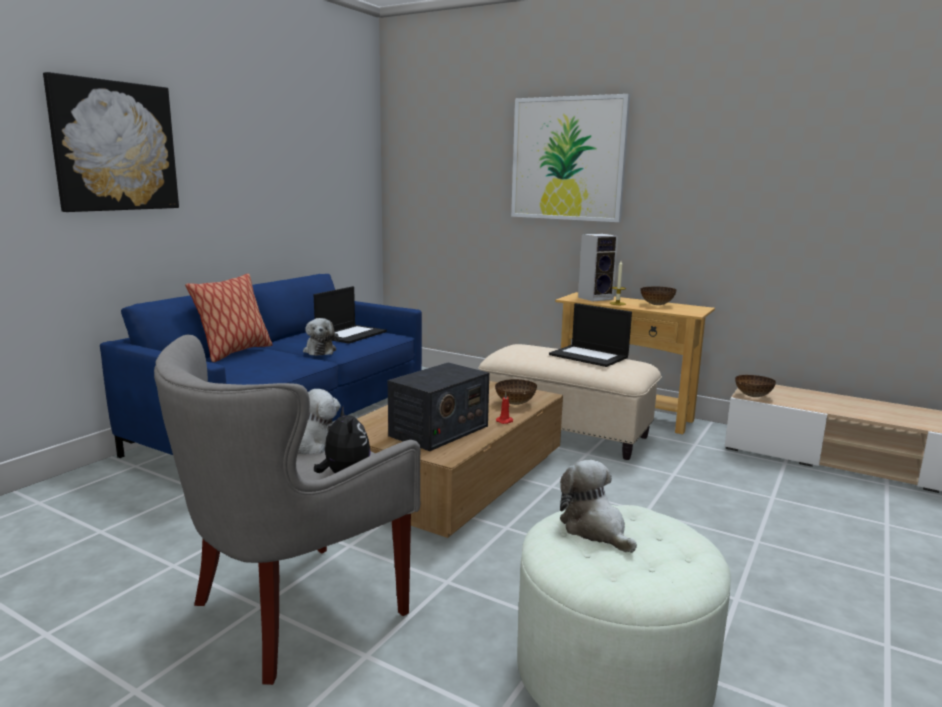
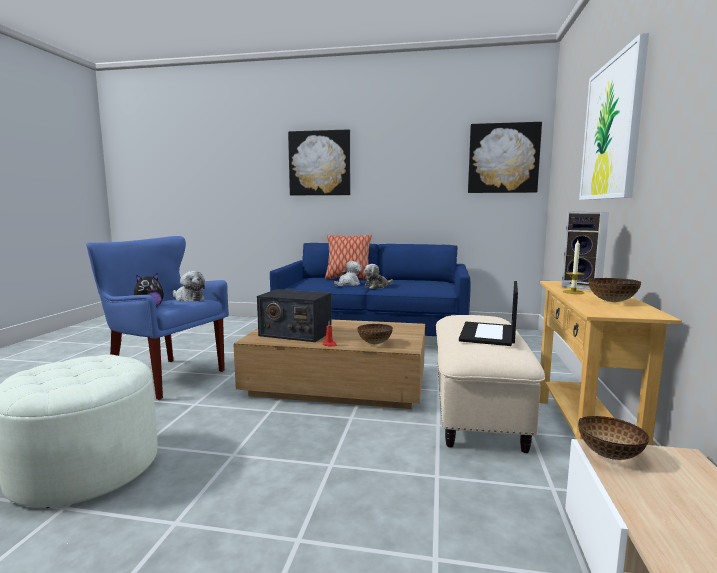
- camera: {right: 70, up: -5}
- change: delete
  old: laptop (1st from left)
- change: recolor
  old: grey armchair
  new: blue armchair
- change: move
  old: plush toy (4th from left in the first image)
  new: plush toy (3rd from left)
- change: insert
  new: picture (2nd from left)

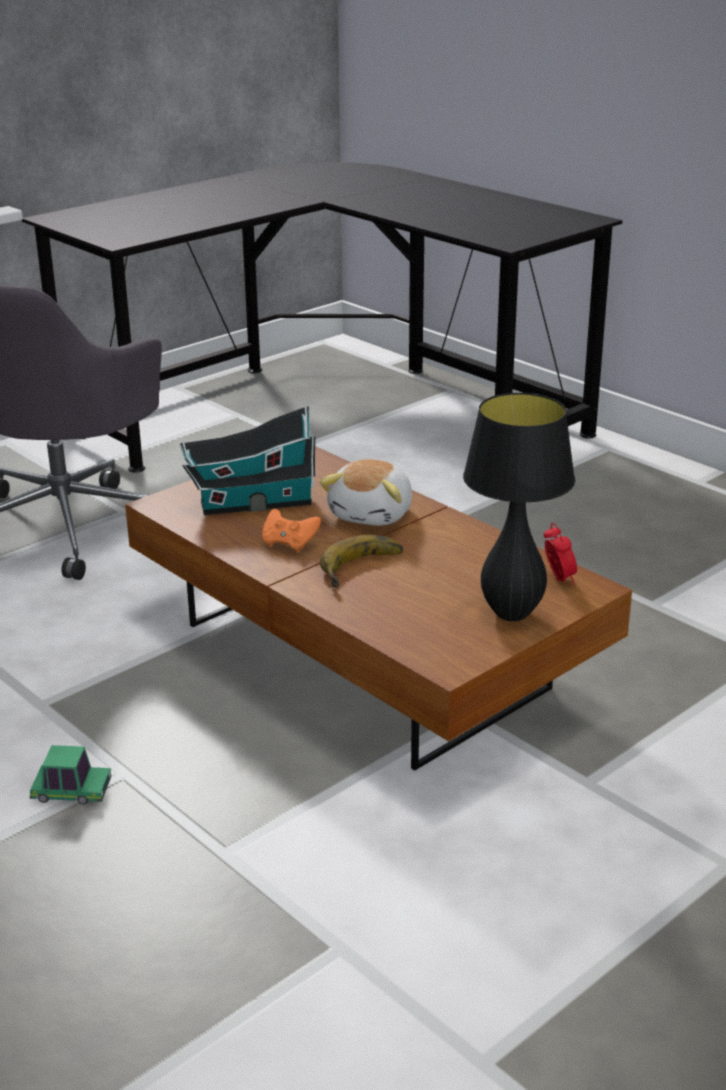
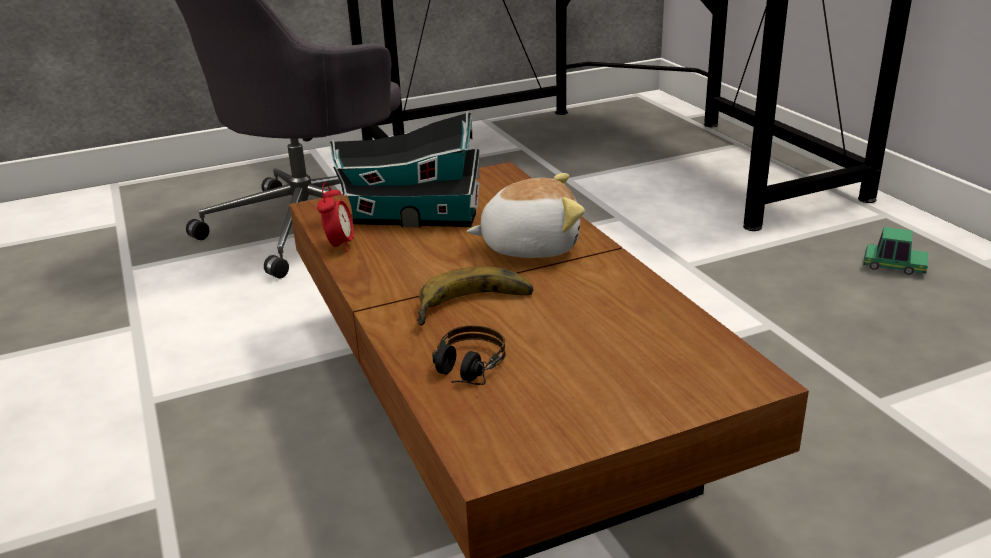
- camera: {right: 20, up: 0}
- change: delete
  old: black table lamp
- change: rotate
  old: plush toy
  degrees: -135
- change: delete
  old: orange game controller
- change: move
  old: alarm clock
- change: move
  old: toy car
- change: insert
  new: headphones

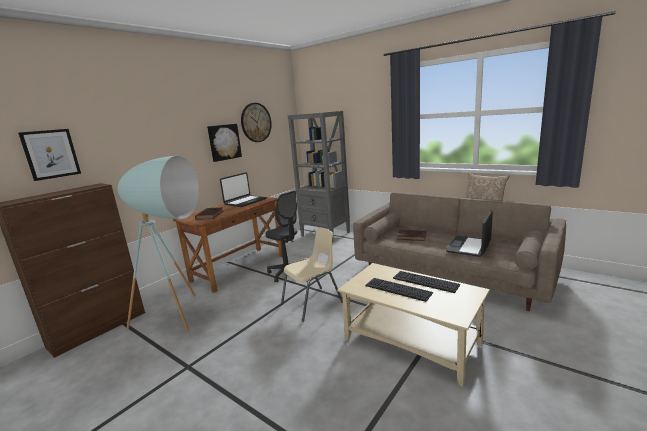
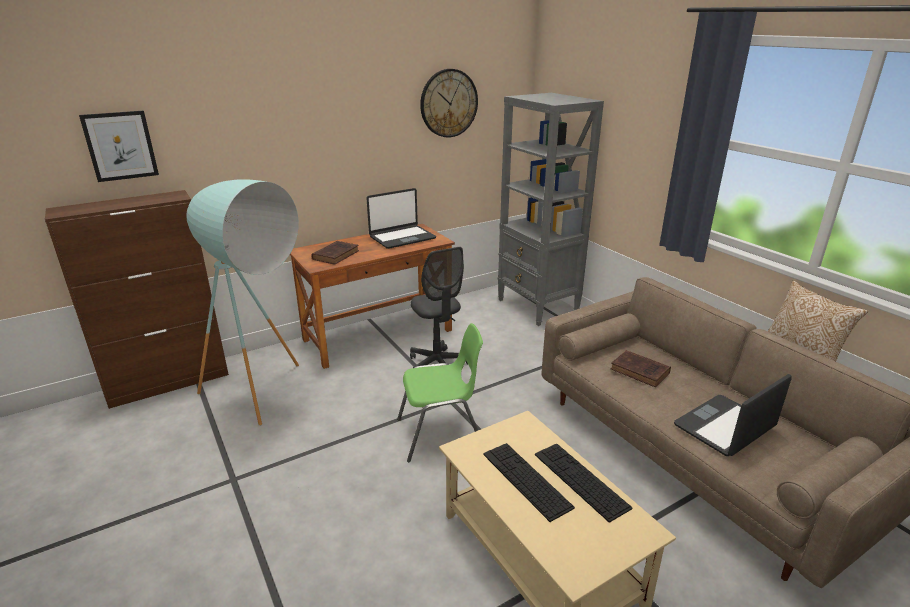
- camera: {right: 20, up: 10}
- change: delete
  old: picture (2nd from left)
- change: recolor
  old: beige chair
  new: green chair

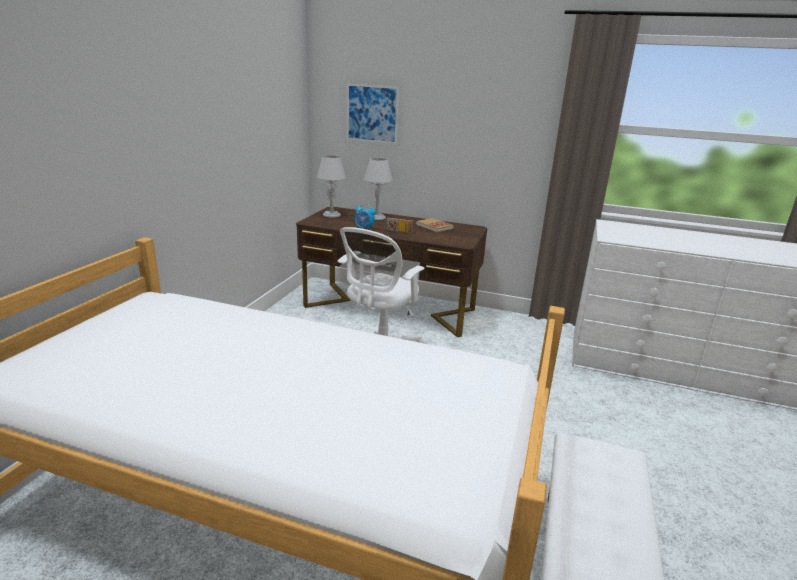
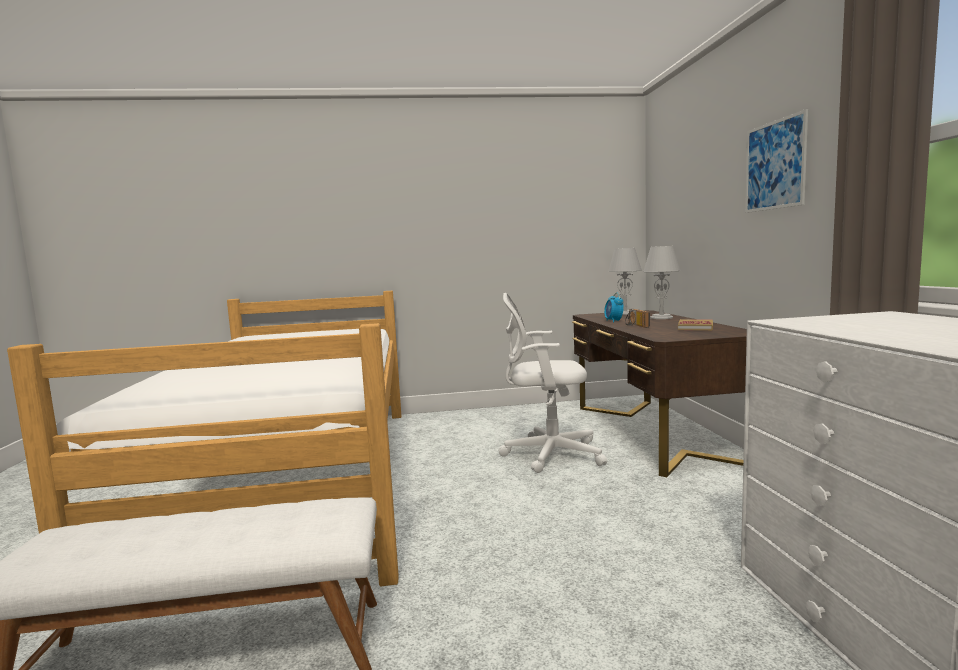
- camera: {right: 65, up: -15}
- change: move
  old: picture

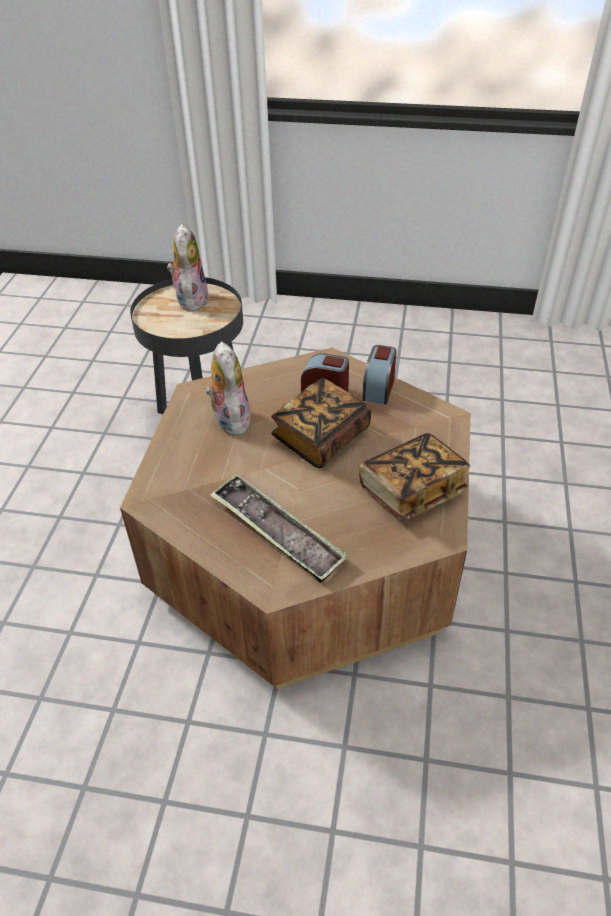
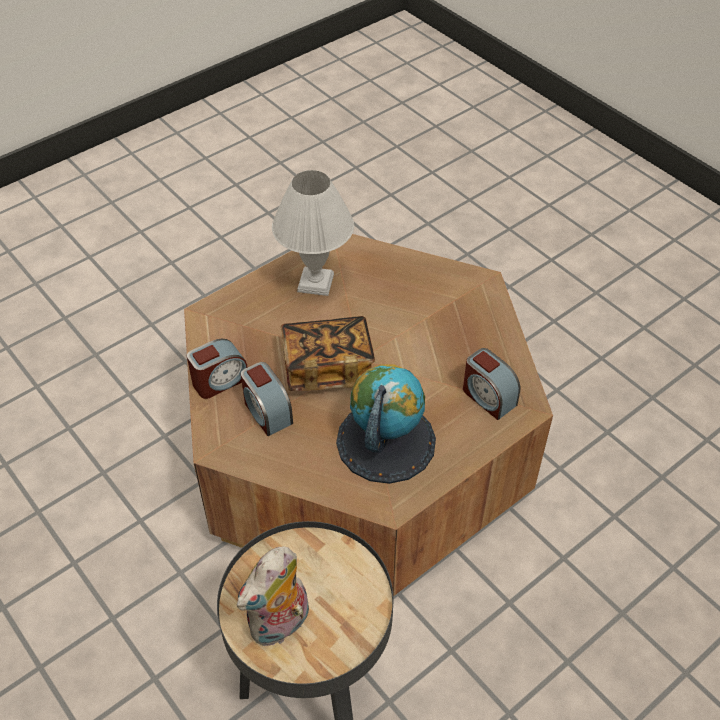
- camera: {right: -140, up: 5}
- change: replace
  old: plush toy (2nd from left)
  new: globe
- change: replace
  old: book (2nd from left)
  new: white table lamp
- change: delete
  old: tray
- change: insert
  new: alarm clock (3rd from left)

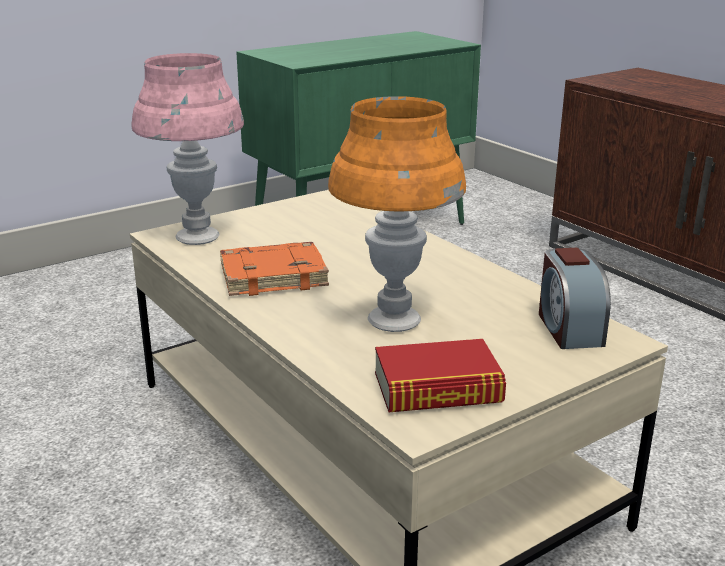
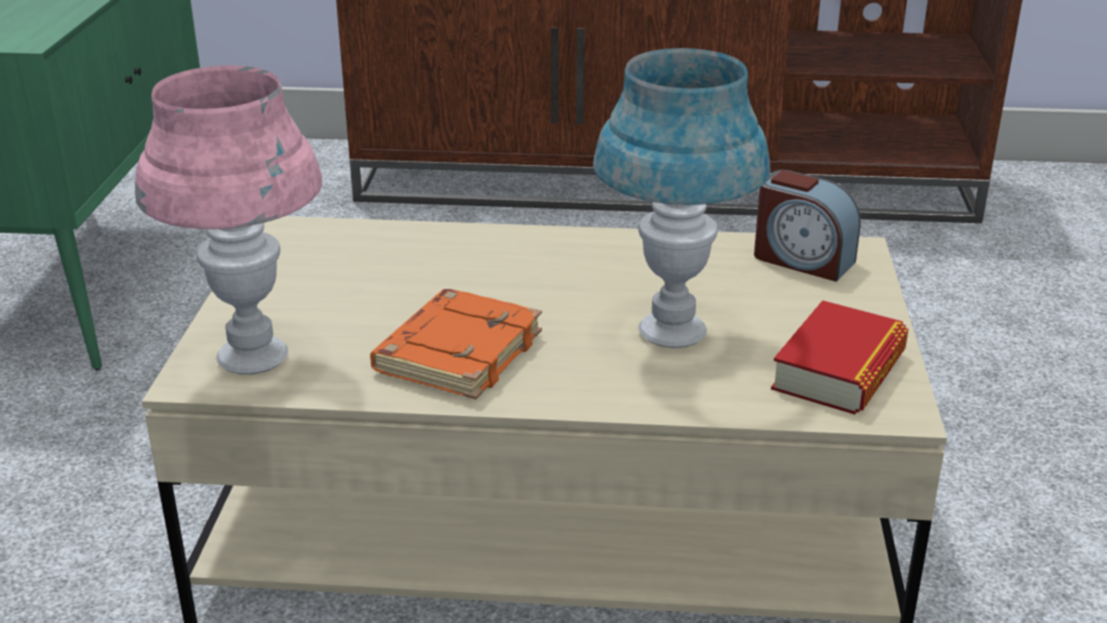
- camera: {right: -50, up: 5}
- change: recolor
  old: orange table lamp
  new: blue table lamp

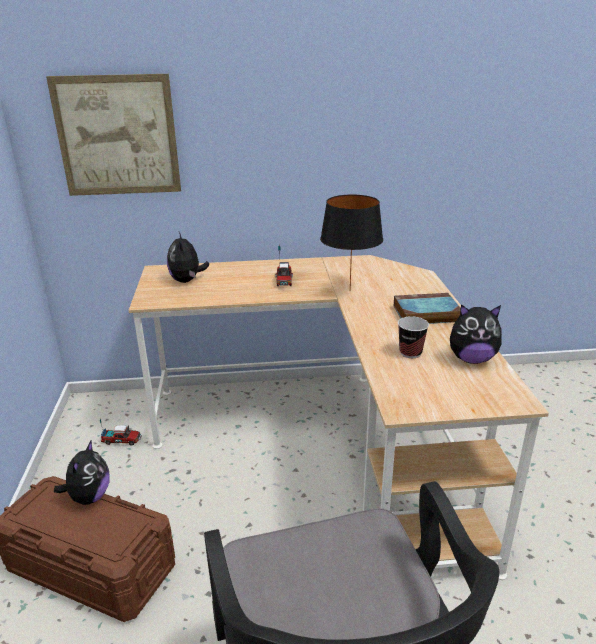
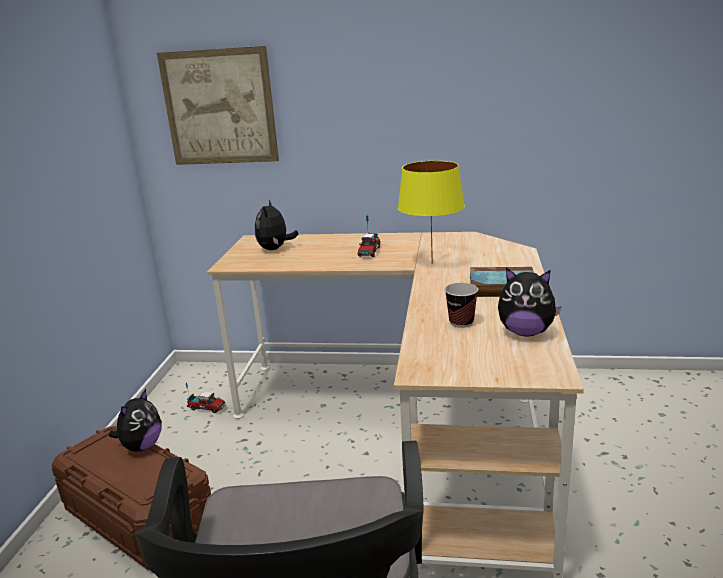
- camera: {right: 15, up: -5}
- change: recolor
  old: black table lamp
  new: yellow table lamp

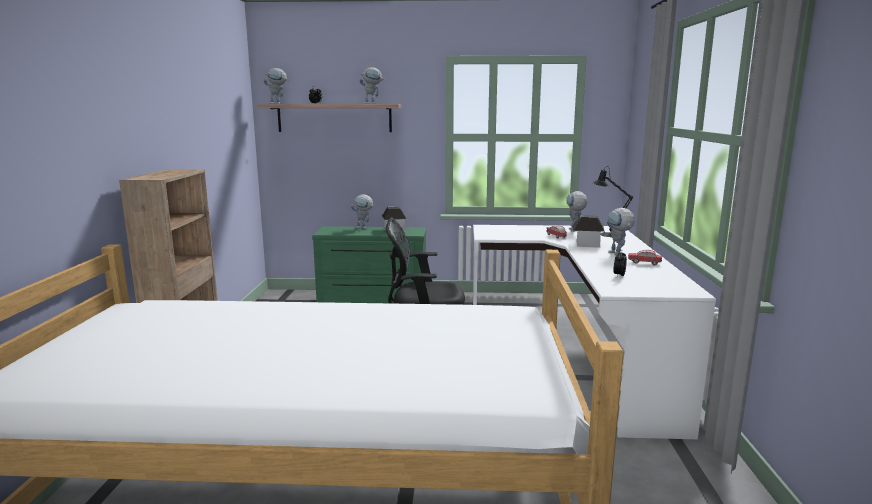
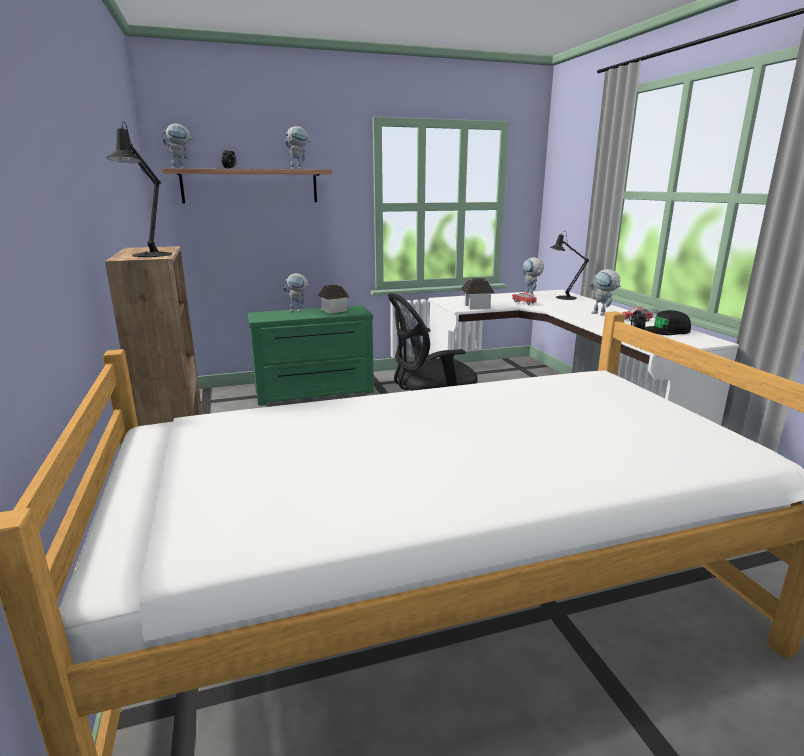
- camera: {right: -20, up: 5}
- change: move
  old: toy house (2nd from left)
- change: insert
  new: black table lamp (1st from left)
- change: insert
  new: black cap

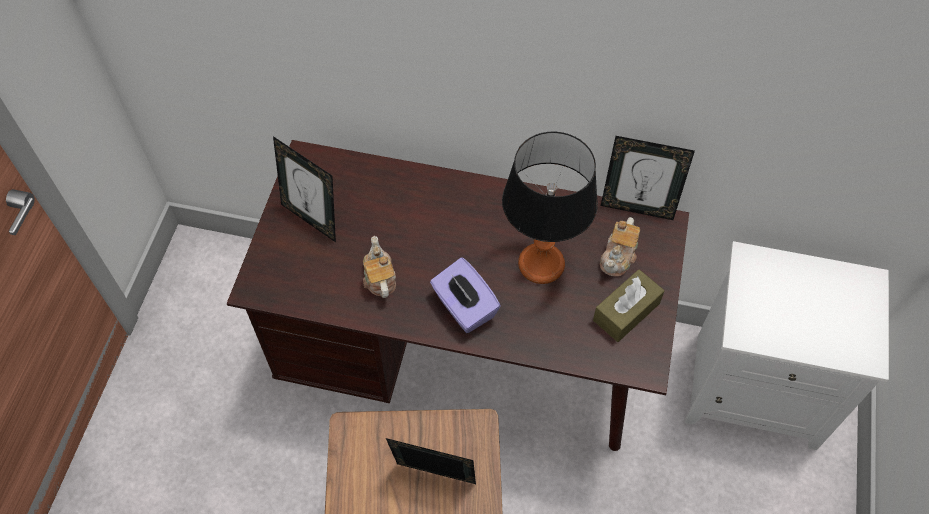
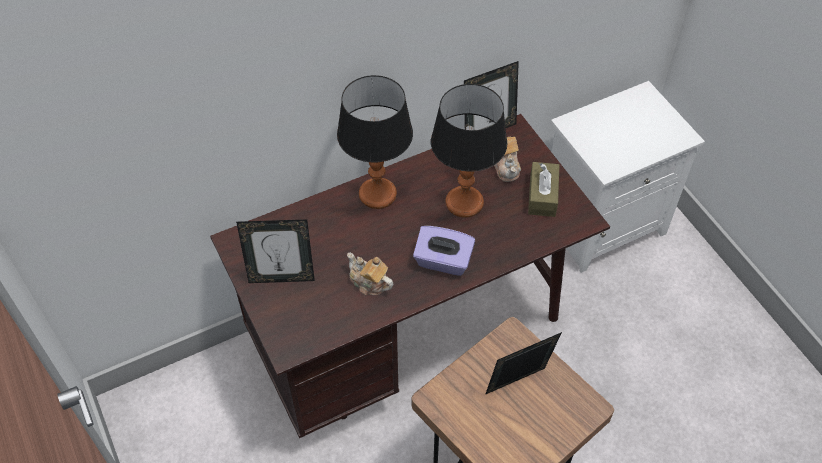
- camera: {right: -40, up: -5}
- change: insert
  new: table lamp (1st from left)

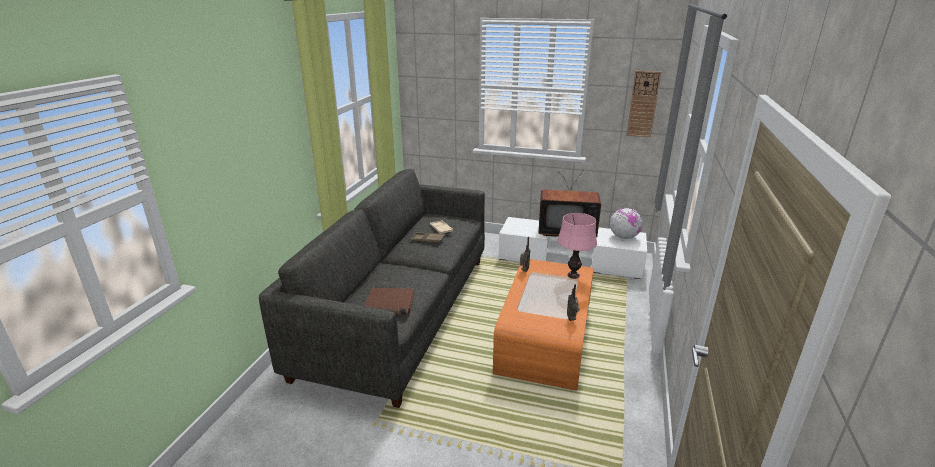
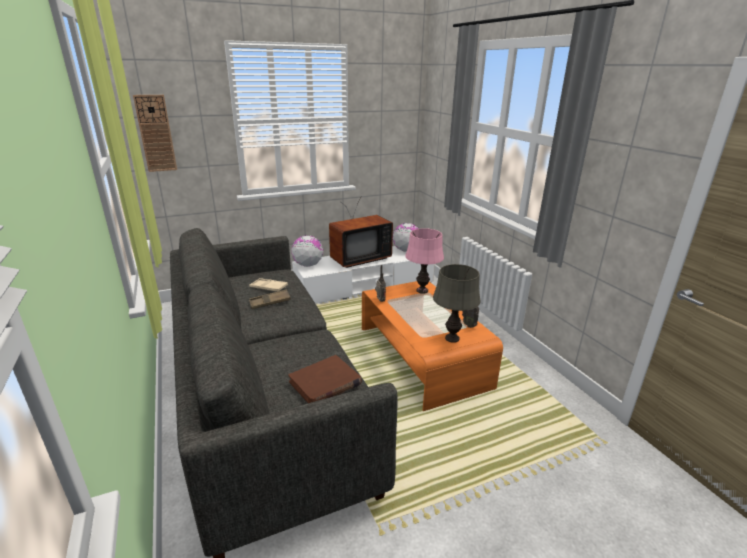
- camera: {right: -40, up: 0}
- change: move
  old: wall clock
- change: insert
  new: globe (1st from left)
- change: insert
  new: grey table lamp

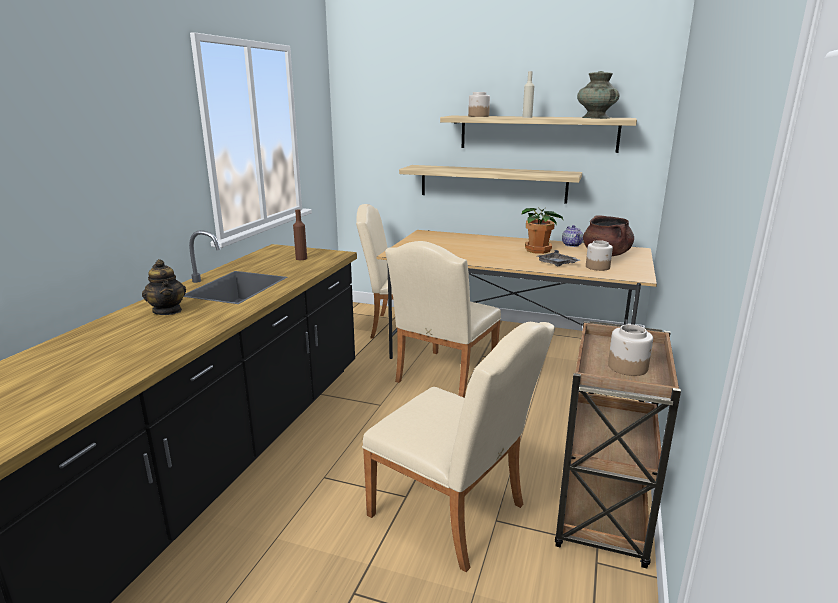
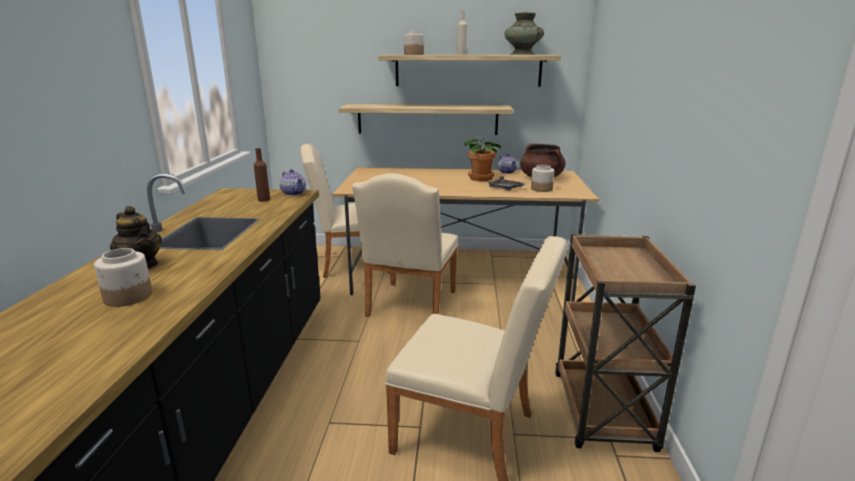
- camera: {right: -15, up: 0}
- change: move
  old: jar (3rd from left in the first image)
  new: jar (1st from left)
- change: insert
  new: teapot (2nd from left)

